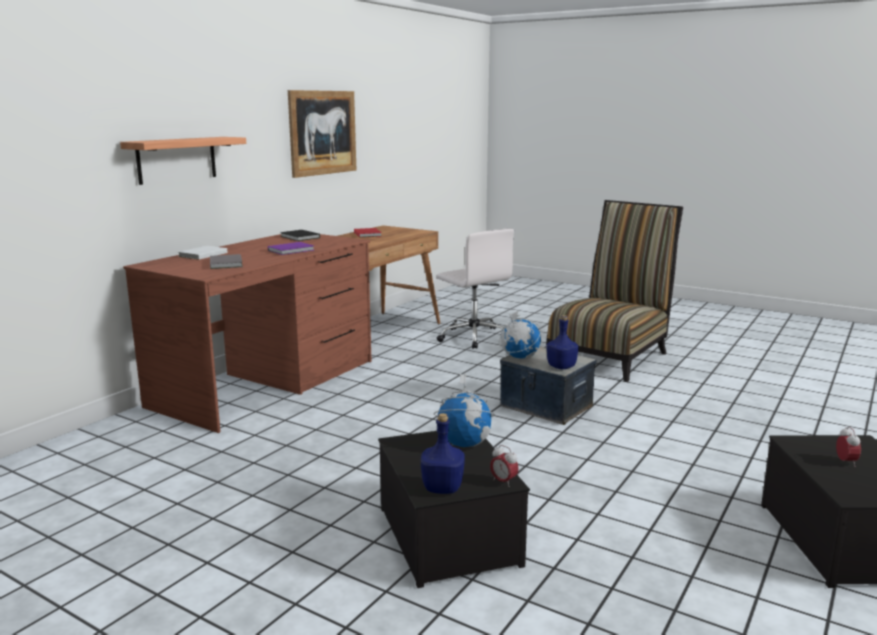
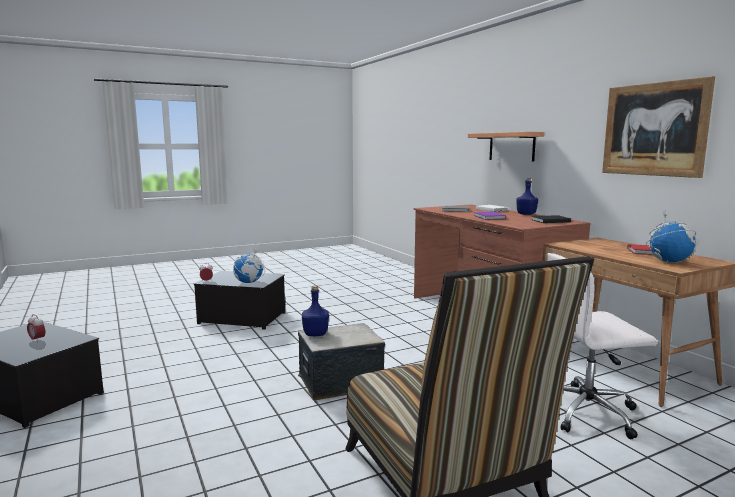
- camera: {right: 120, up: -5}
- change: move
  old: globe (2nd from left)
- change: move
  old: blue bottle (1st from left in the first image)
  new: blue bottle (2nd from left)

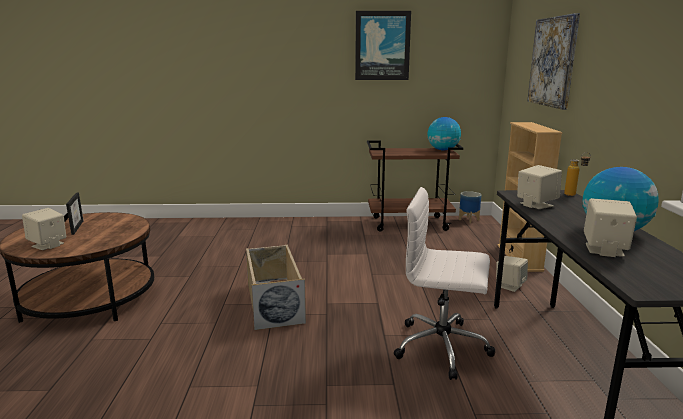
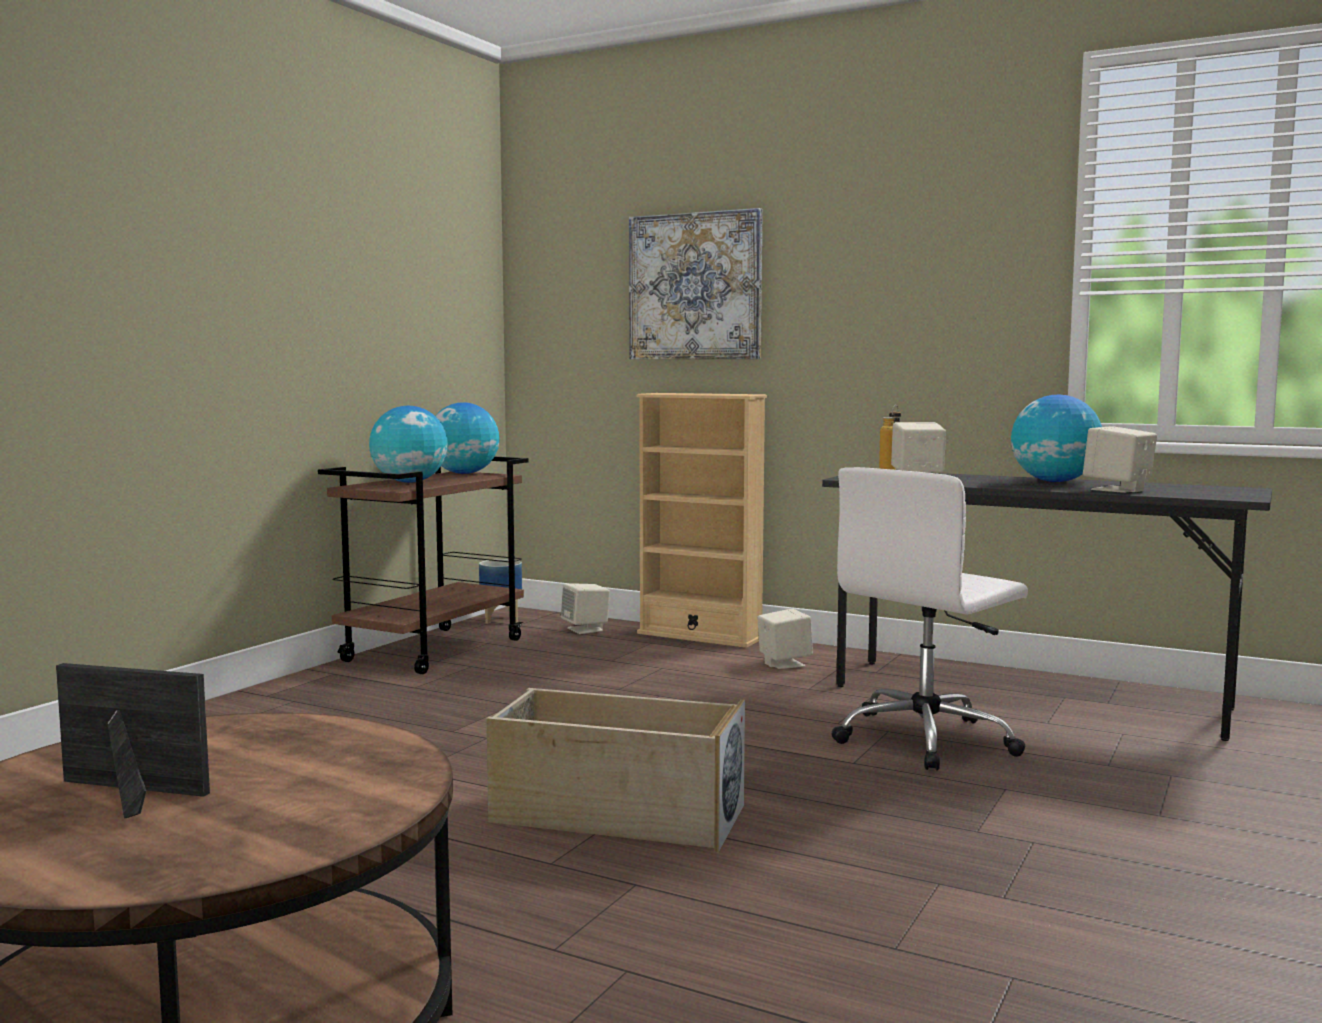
- camera: {right: -60, up: -10}
- change: delete
  old: picture (1st from left)
- change: move
  old: beige speaker (1st from left)
- change: insert
  new: globe (1st from left)

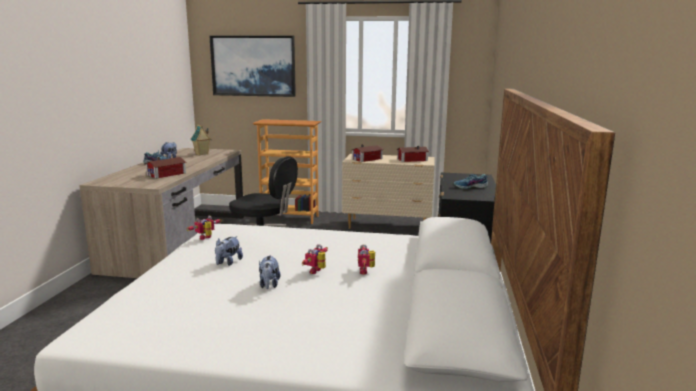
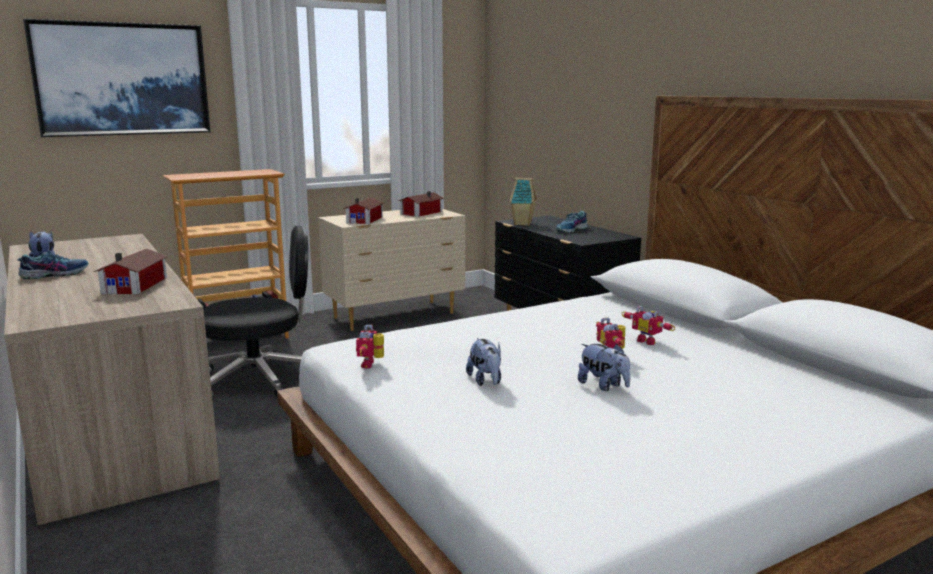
- camera: {right: -40, up: 0}
- change: move
  old: toy house (2nd from left in the first image)
  new: toy house (4th from left)

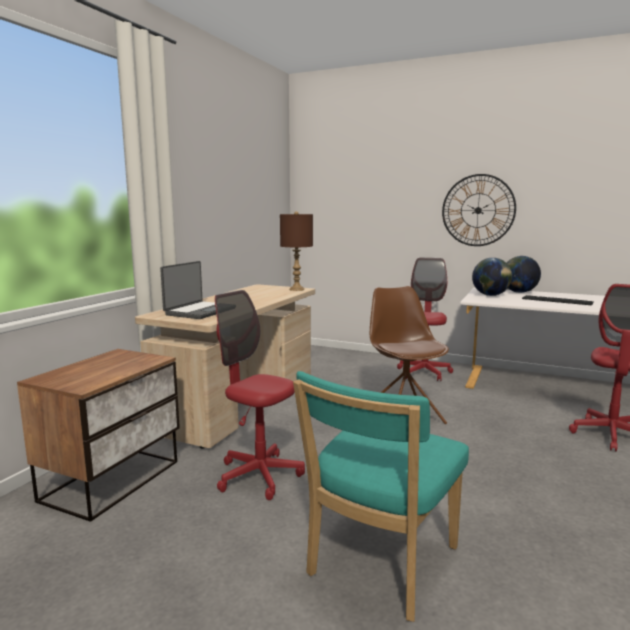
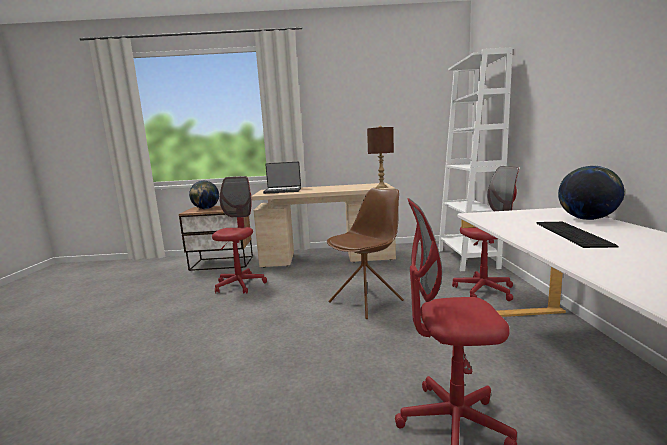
- camera: {right: 65, up: 0}
- change: delete
  old: wall clock
- change: move
  old: globe (1st from left)
- change: delete
  old: turquoise chair
- change: insert
  new: white bookcase

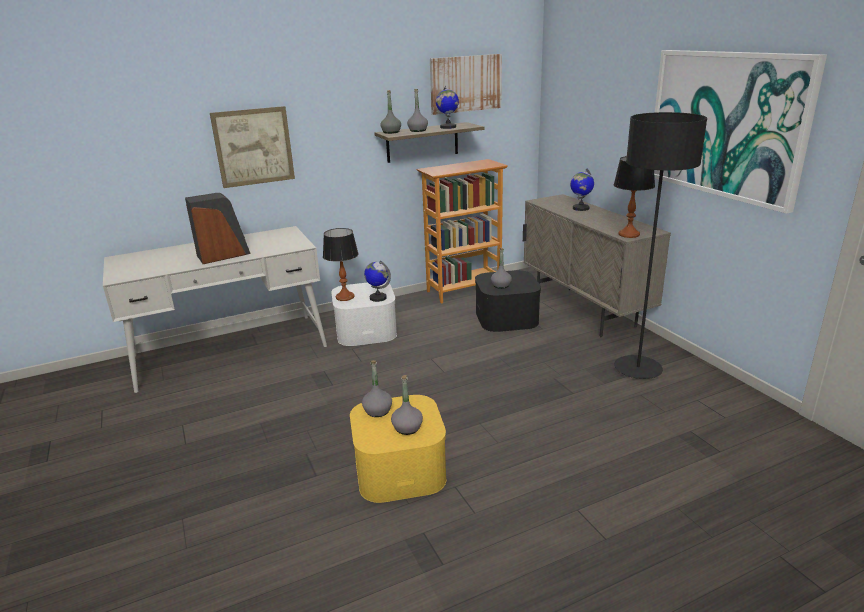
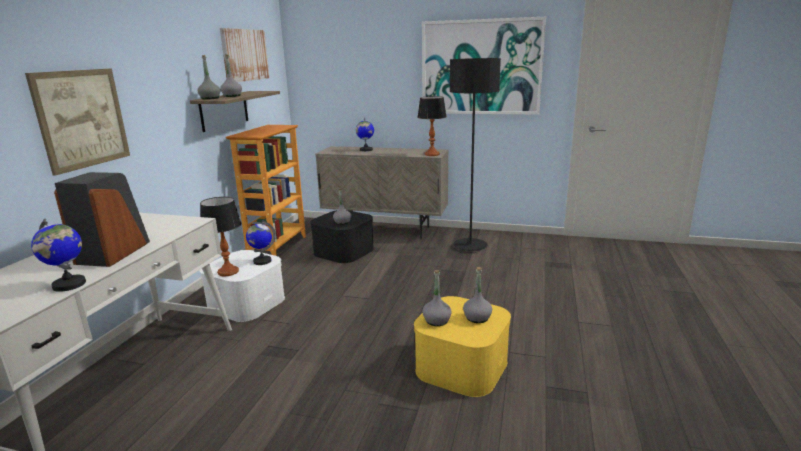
- camera: {right: -50, up: -5}
- change: move
  old: globe (2nd from left in the first image)
  new: globe (1st from left)

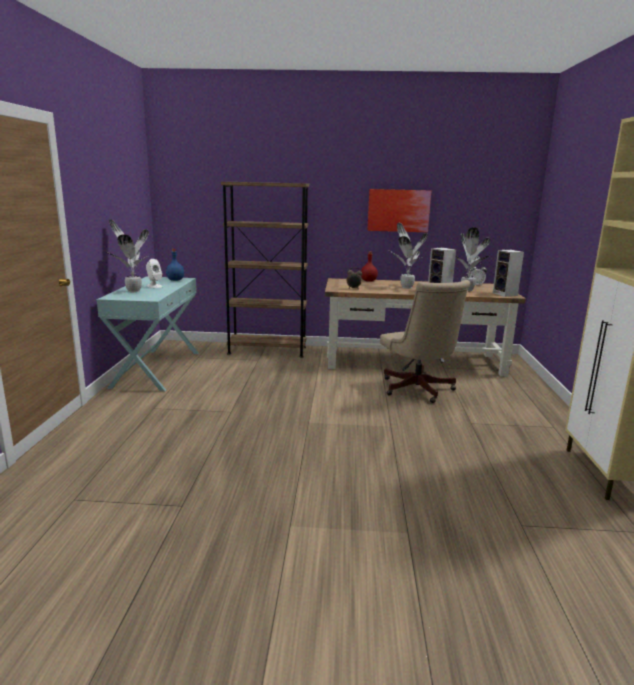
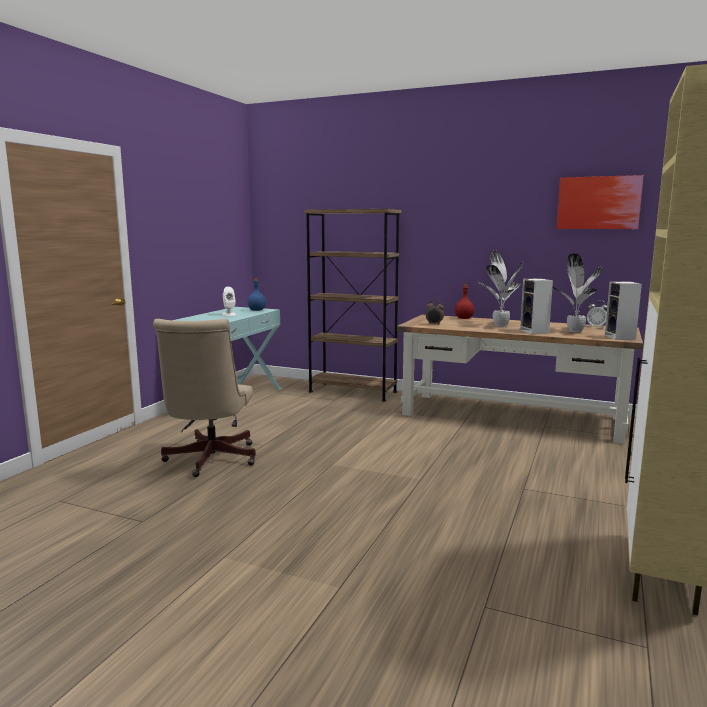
- camera: {right: 20, up: -5}
- change: move
  old: picture
- change: delete
  old: potted plant (1st from left)
- change: move
  old: beige office chair

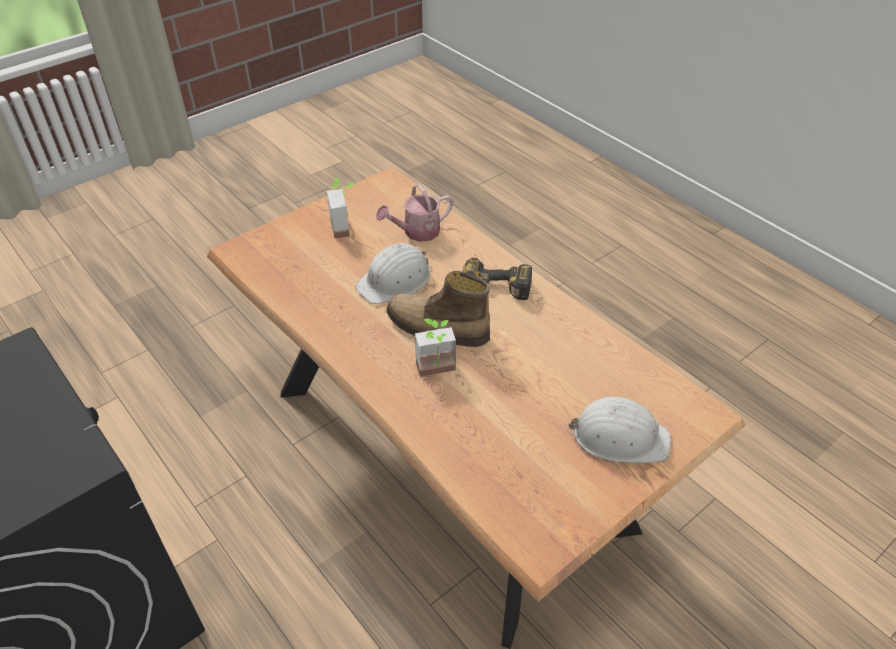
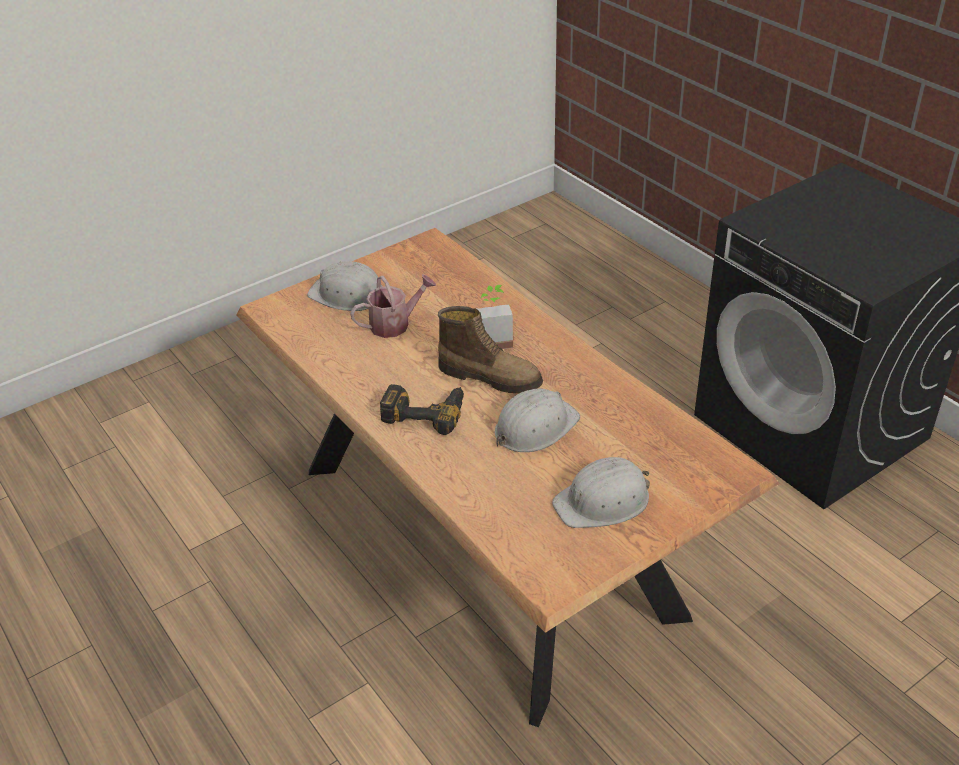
- camera: {right: -175, up: -5}
- change: replace
  old: potted plant (1st from left)
  new: white hard hat (3rd from left)
- change: move
  old: watering can

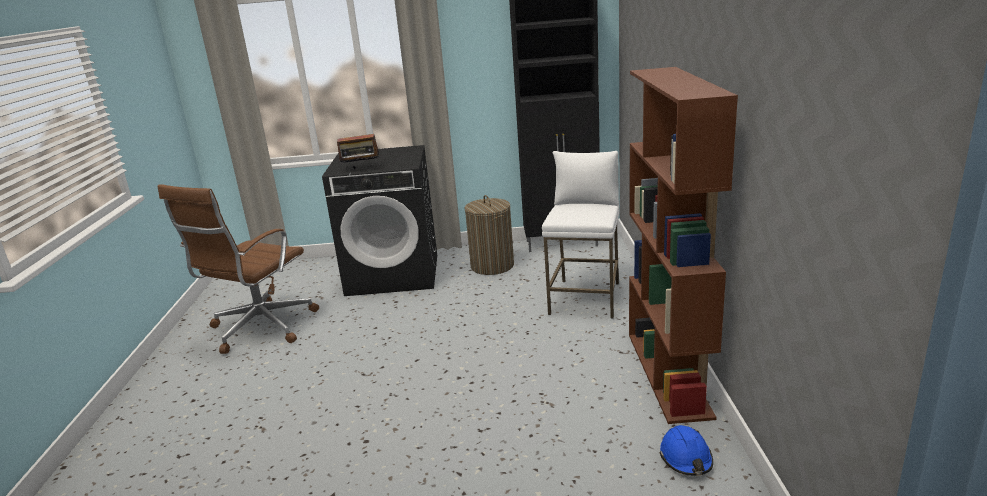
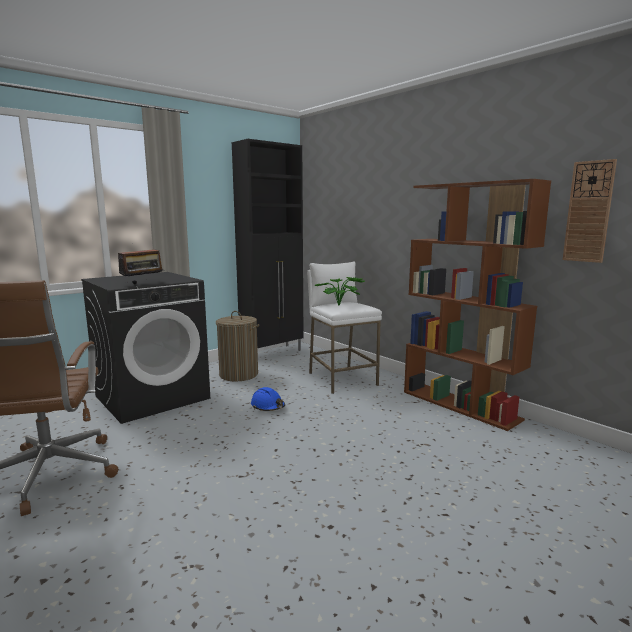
- camera: {right: -40, up: -10}
- change: move
  old: blue hard hat
- change: insert
  new: wall clock
- change: insert
  new: potted plant

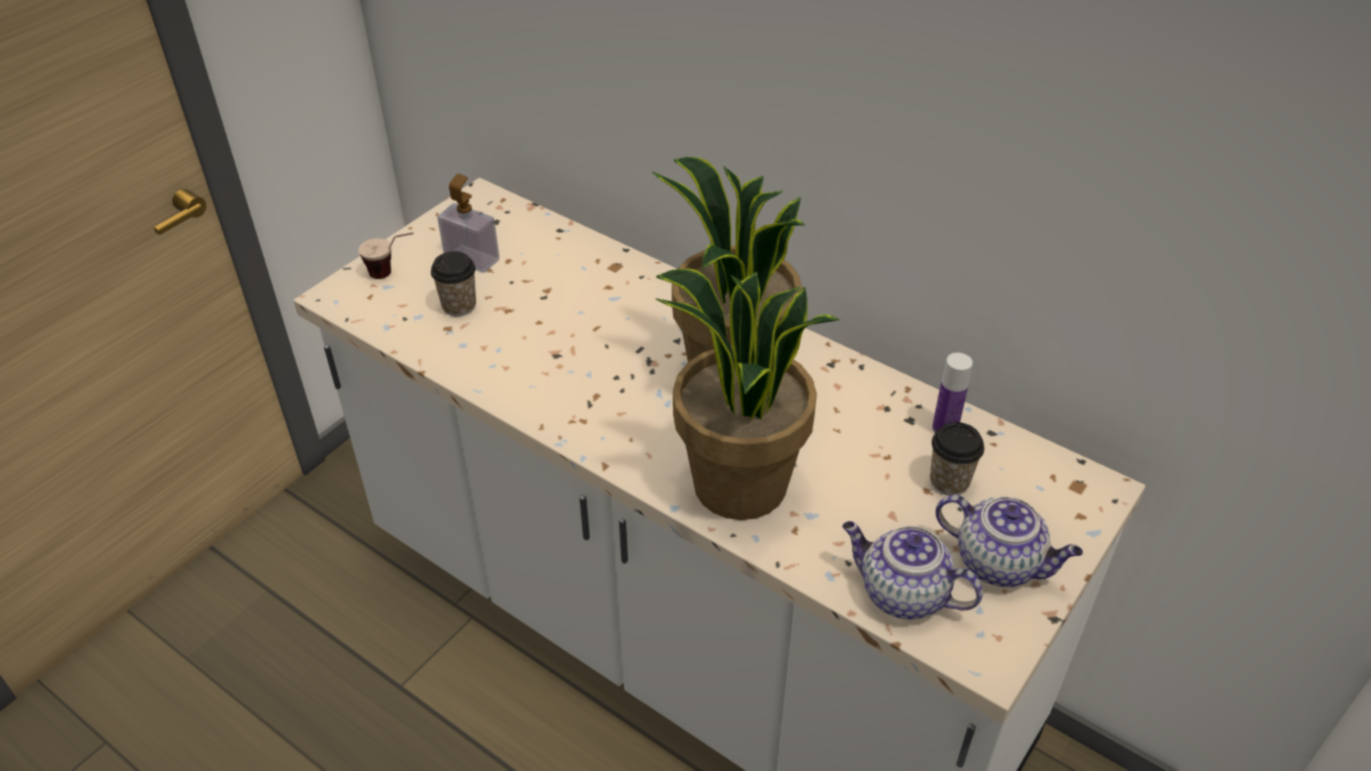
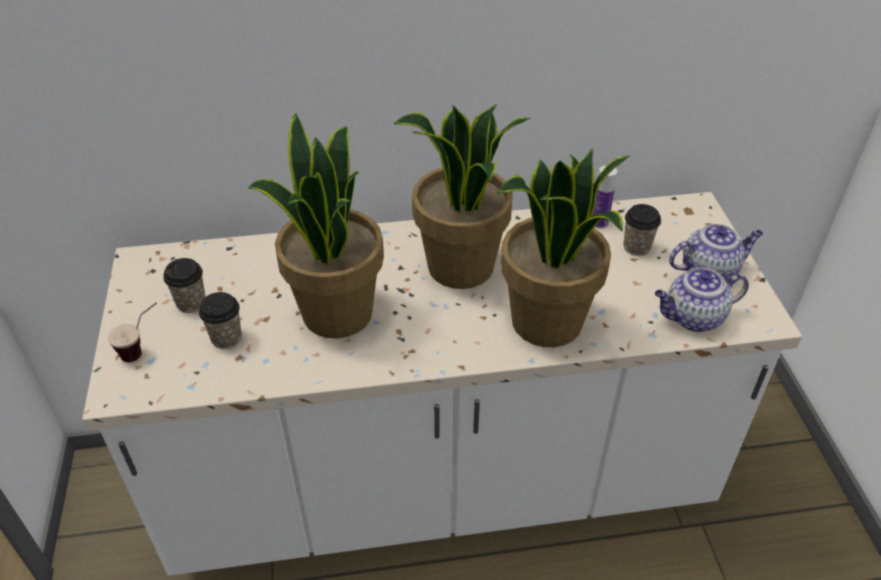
- camera: {right: -45, up: 0}
- change: replace
  old: soap dispenser
  new: cup (2nd from left)
- change: insert
  new: potted plant (1st from left)

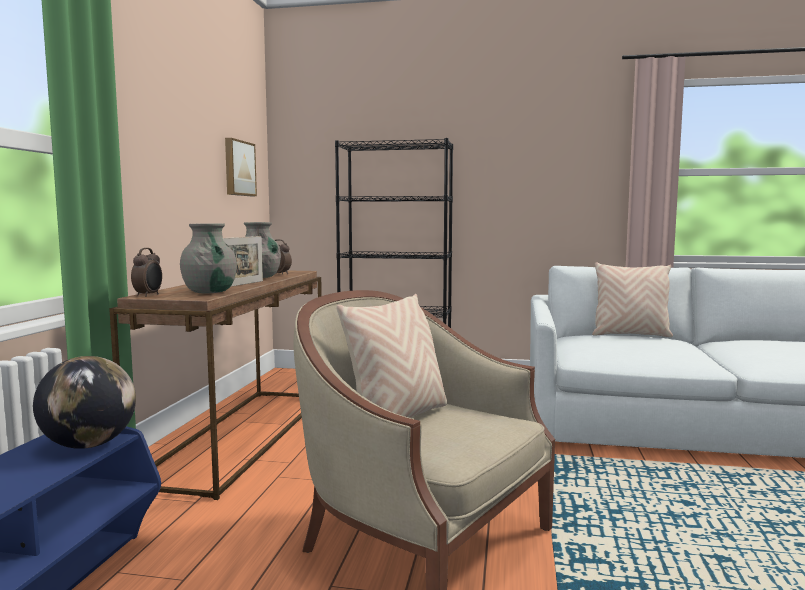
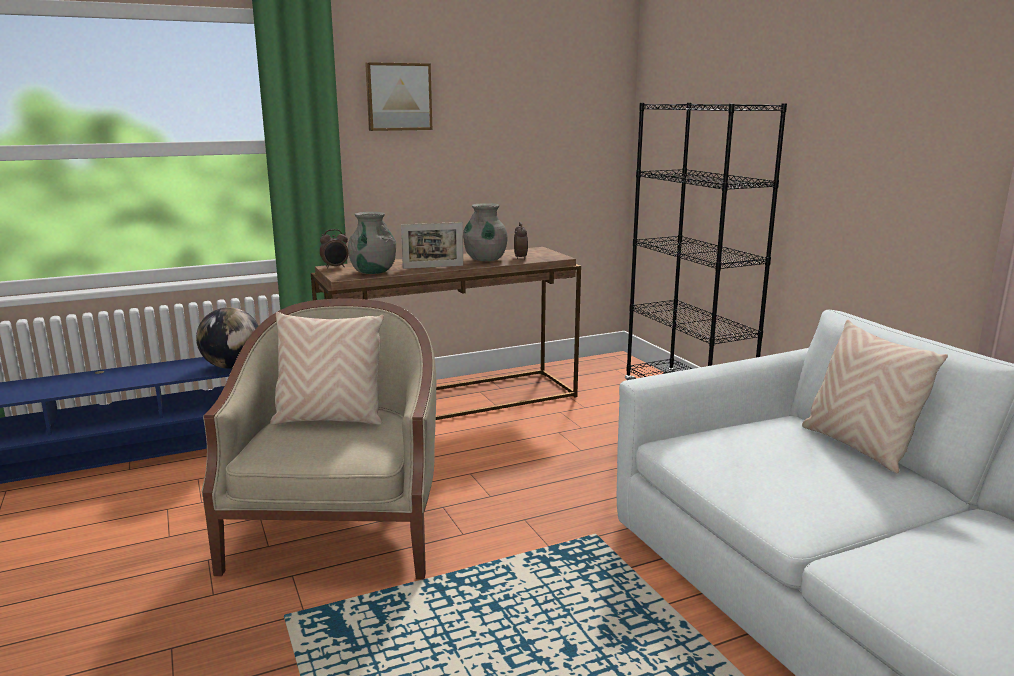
- camera: {right: 55, up: 10}
- change: move
  old: picture

